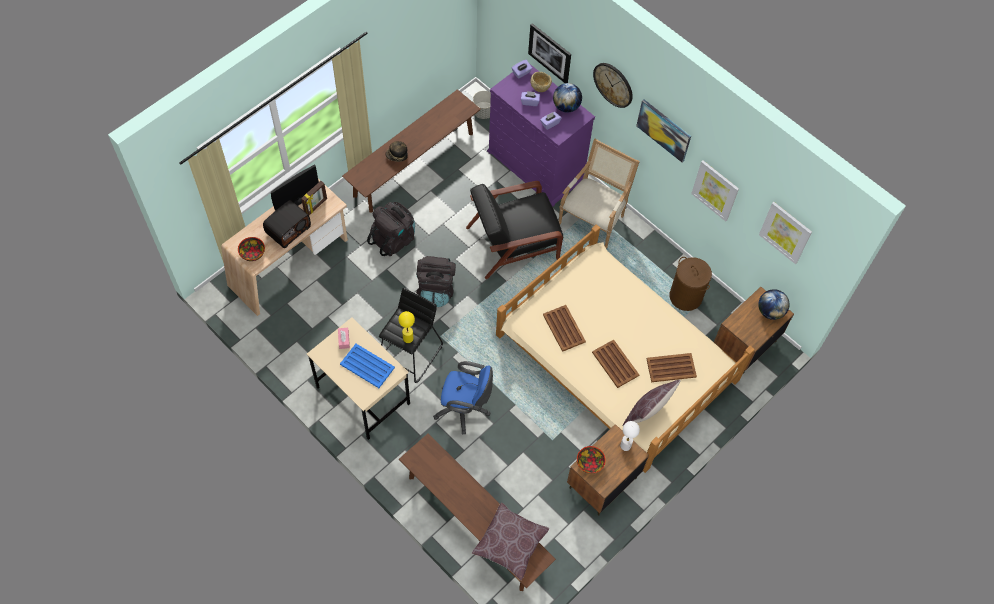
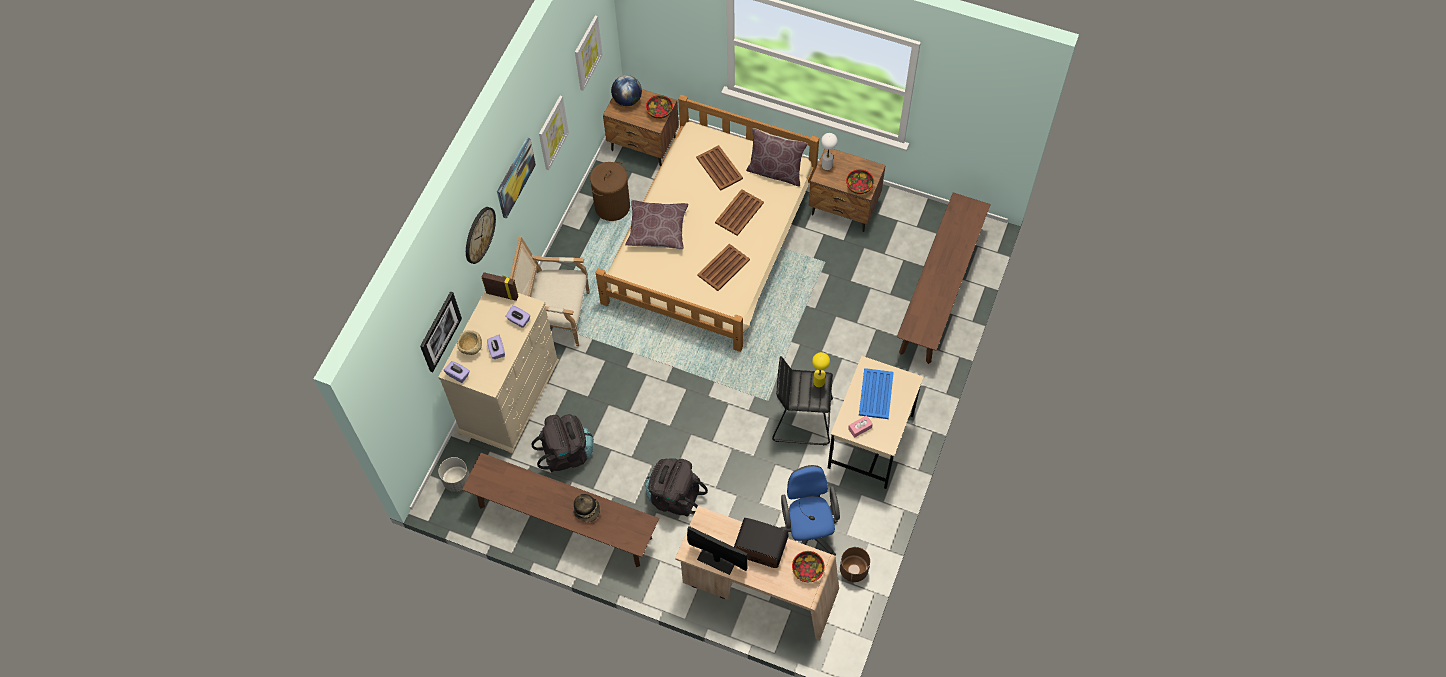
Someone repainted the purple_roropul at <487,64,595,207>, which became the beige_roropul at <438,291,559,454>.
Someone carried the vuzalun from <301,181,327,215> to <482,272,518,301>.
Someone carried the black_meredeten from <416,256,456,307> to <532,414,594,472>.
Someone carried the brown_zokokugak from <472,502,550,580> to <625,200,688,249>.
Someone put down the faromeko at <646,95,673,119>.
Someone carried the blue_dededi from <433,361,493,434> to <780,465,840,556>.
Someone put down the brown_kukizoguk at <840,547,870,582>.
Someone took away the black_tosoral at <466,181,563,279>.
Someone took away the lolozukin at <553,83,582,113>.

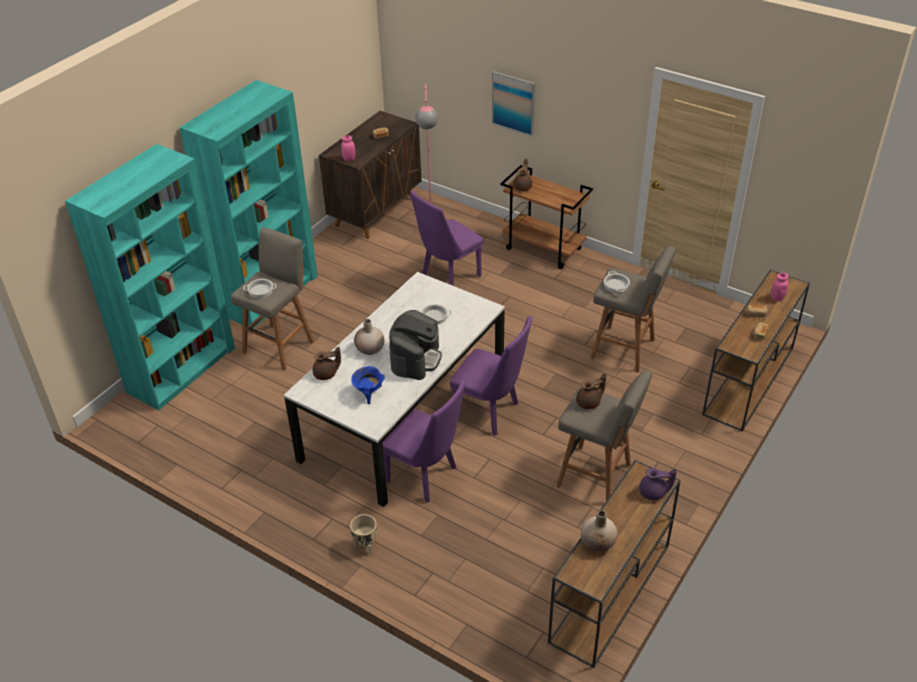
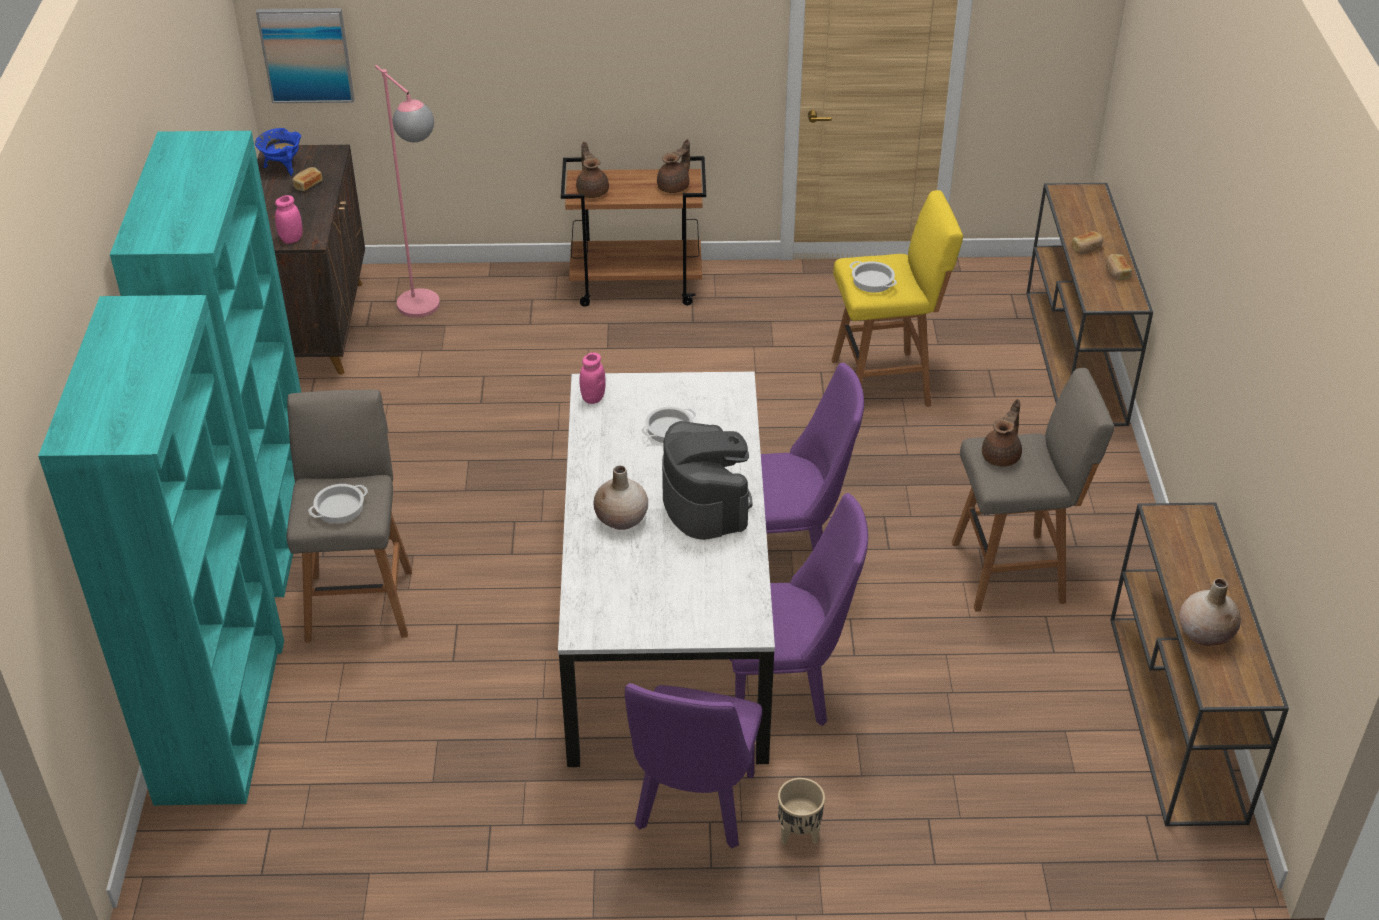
Someone carried the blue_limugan from <351,366,385,404> to <255,128,301,176>.
Someone carried the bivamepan from <492,71,535,136> to <256,8,355,103>.
Someone carried the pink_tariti from <771,273,789,301> to <579,352,606,404>.
Someone carried the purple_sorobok from <410,191,484,286> to <625,683,762,849>.
Someone carried the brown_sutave from <313,347,341,380> to <657,139,690,193>.
Someone repainted the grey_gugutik at <591,246,676,373>, which became the yellow_gugutik at <832,190,963,407>.
Someone took away the purple_sutave at <639,468,677,500>.

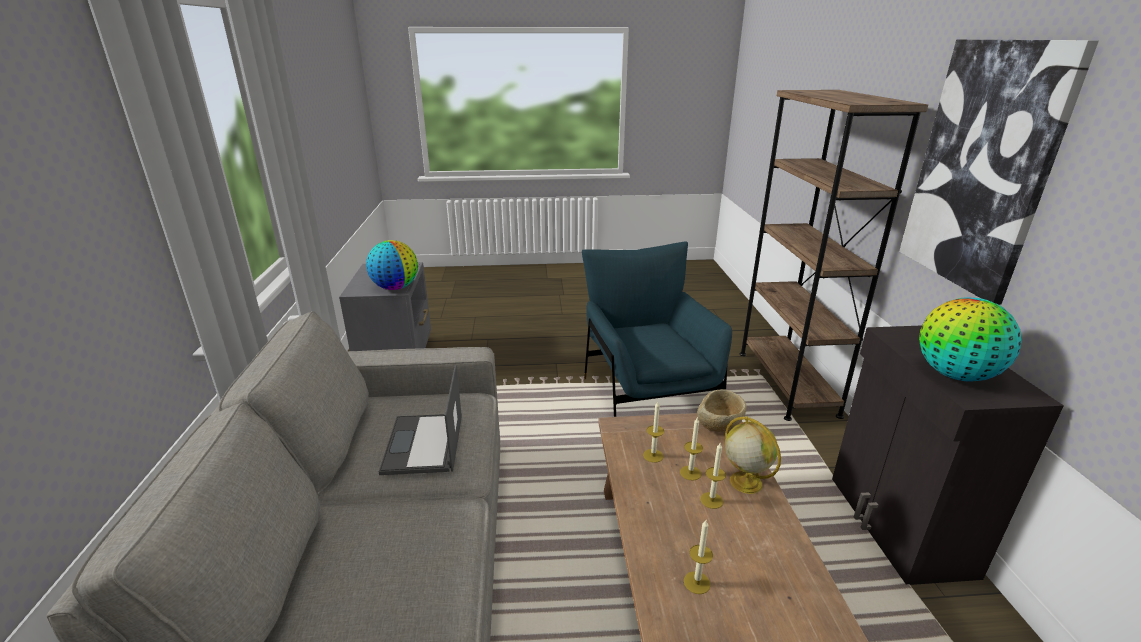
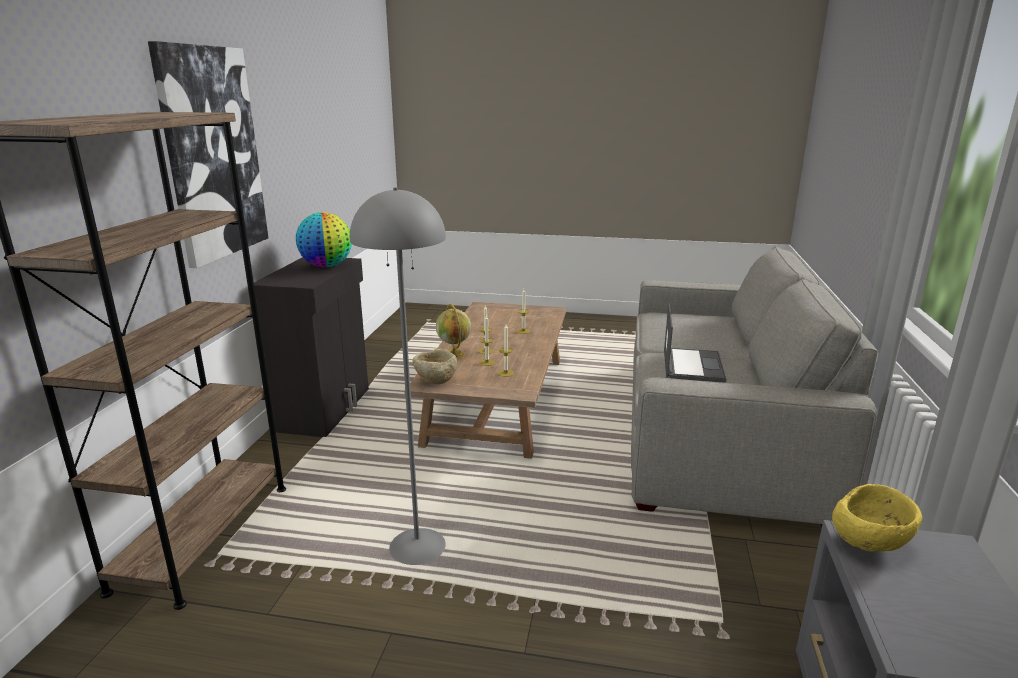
Someone swapped the blue_tosoral at <582,241,732,417> for the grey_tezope at <350,187,446,565>.
Someone swapped the lolozukin at <366,240,418,290> for the yellow_faromeko at <832,484,922,552>.

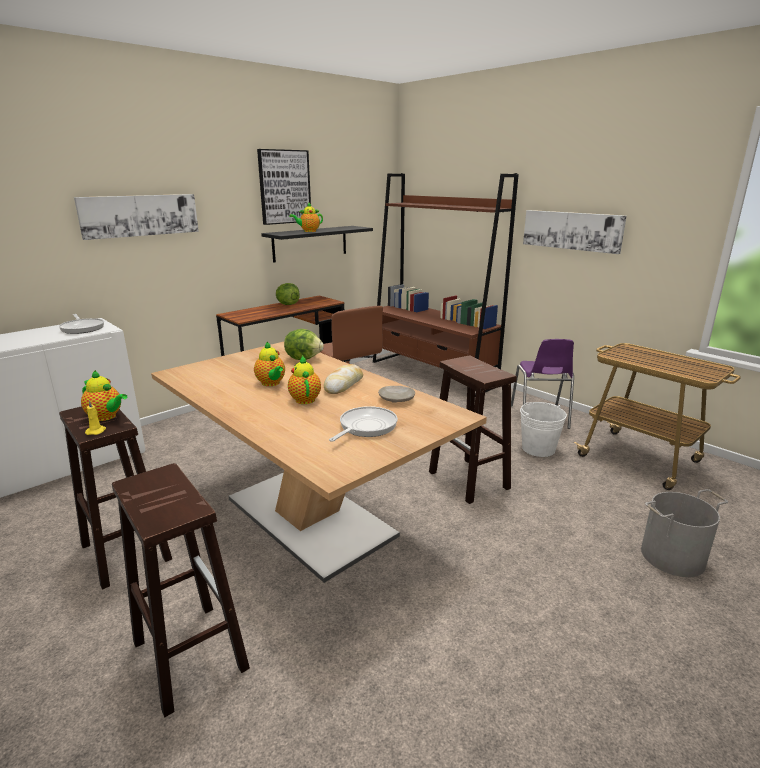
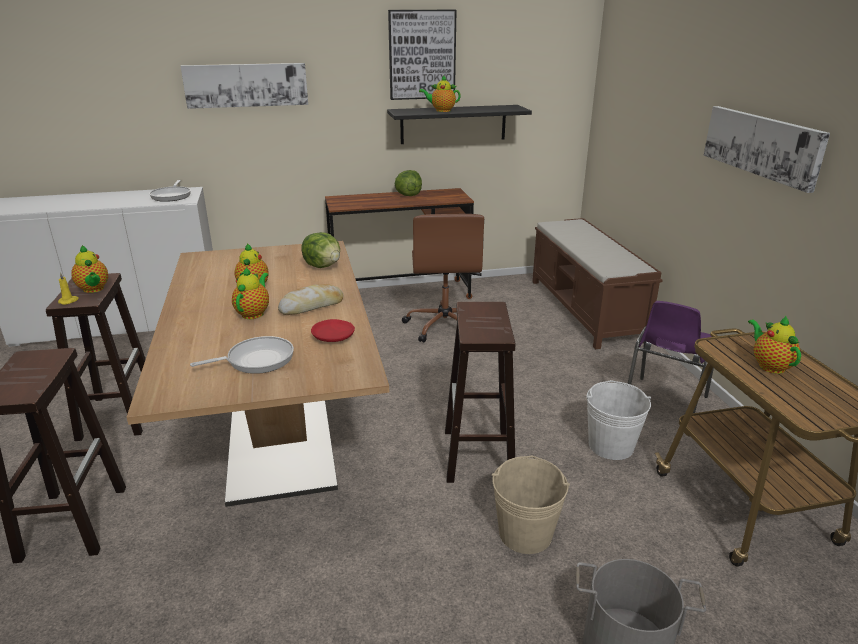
Someone repainted the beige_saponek at <378,386,415,403>, which became the red_saponek at <311,319,355,342>.
Someone put down the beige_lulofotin at <492,456,570,554>.
Someone swapped the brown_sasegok at <373,173,519,397> for the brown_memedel at <532,218,663,349>.
Someone put down the sutave at <748,315,801,374>.

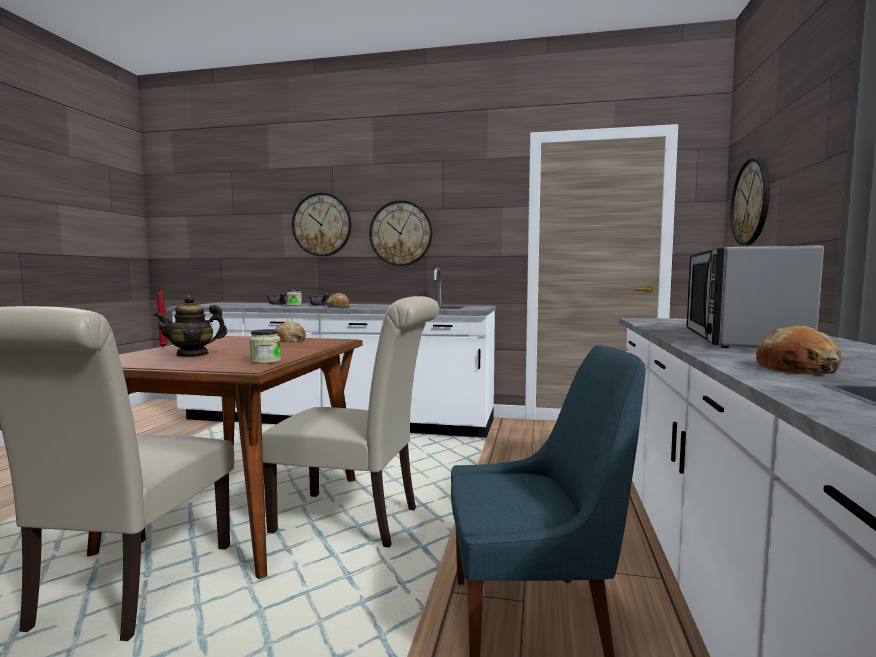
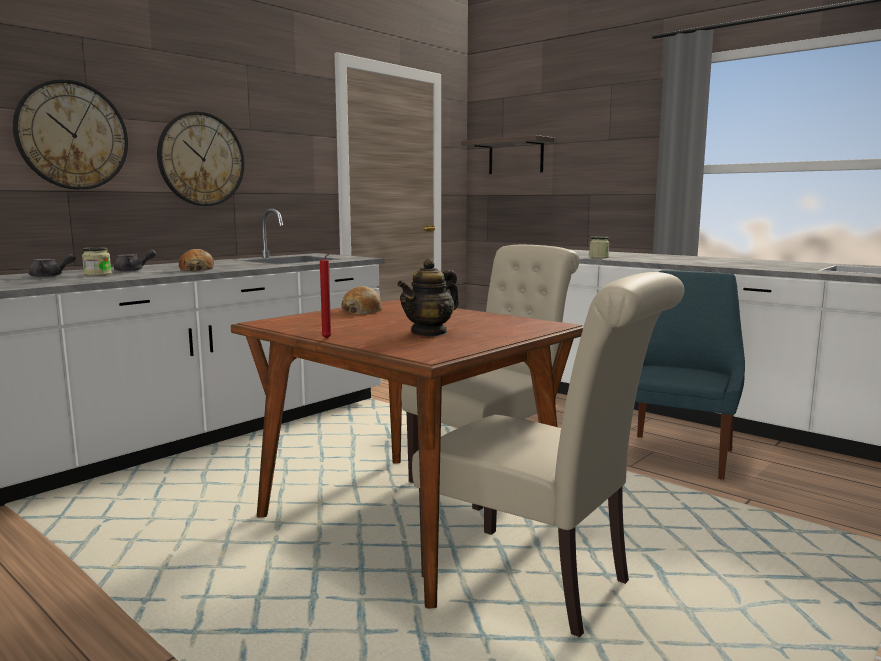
Someone rotated the sutave at <153,295,227,357> by 45 degrees clockwise.
Someone swapped the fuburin at <730,158,770,245> for the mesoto at <461,135,555,174>.
Someone carried the tariti from <249,329,281,364> to <589,237,609,258>.
Someone took away the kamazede at <686,245,824,348>.
Someone took away the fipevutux at <756,326,842,374>.

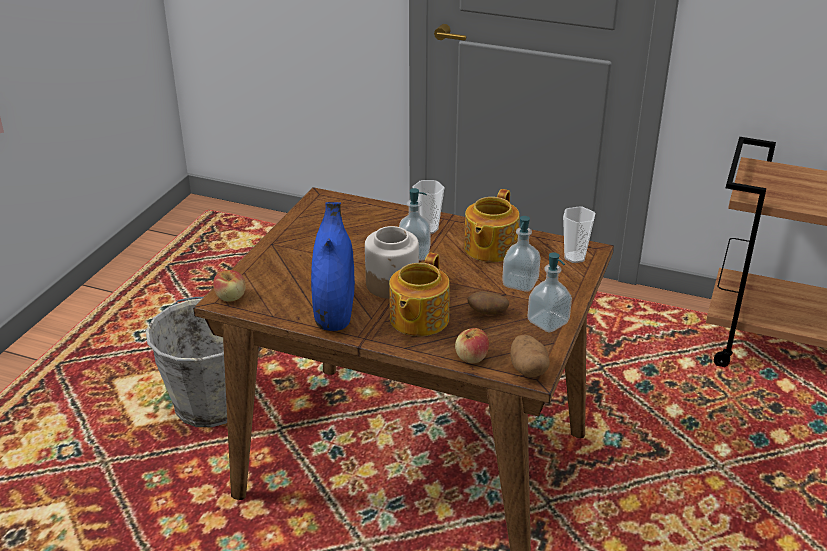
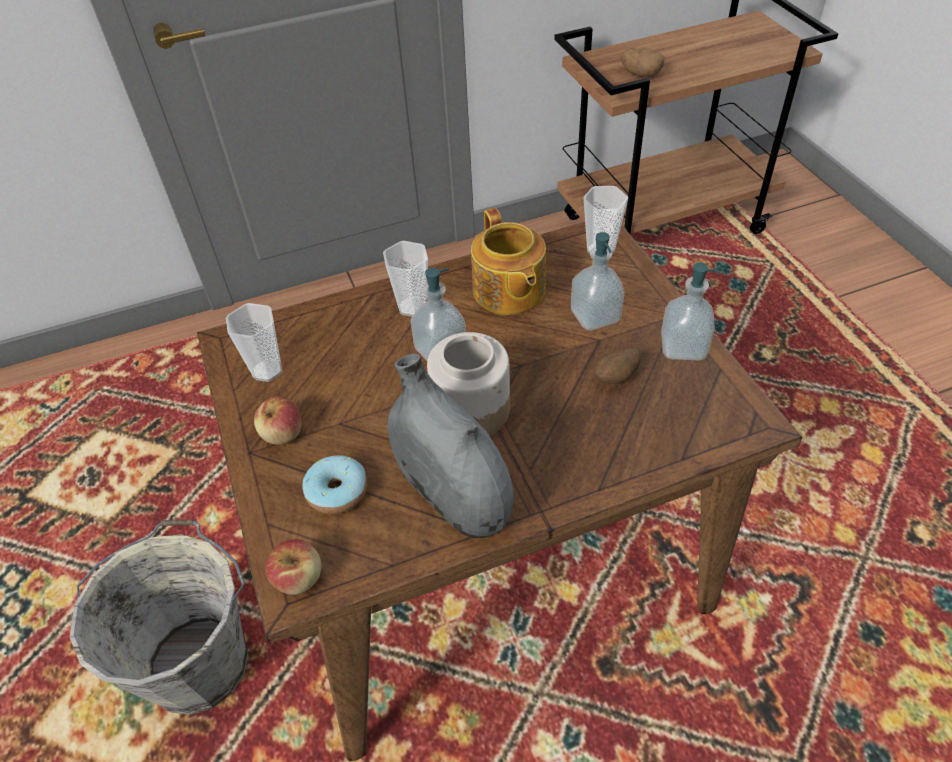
Someone put down the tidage at <226,303,282,382>.
Someone carried the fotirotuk from <455,328,489,363> to <254,396,302,445>.
Someone put down the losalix at <302,455,367,514>.
Someone repainted the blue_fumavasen at <311,202,355,331>, which became the grey_fumavasen at <388,354,514,538>.
Someone carried the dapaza from <510,335,550,378> to <621,48,665,77>.
Someone took away the sutave at <389,253,450,336>.

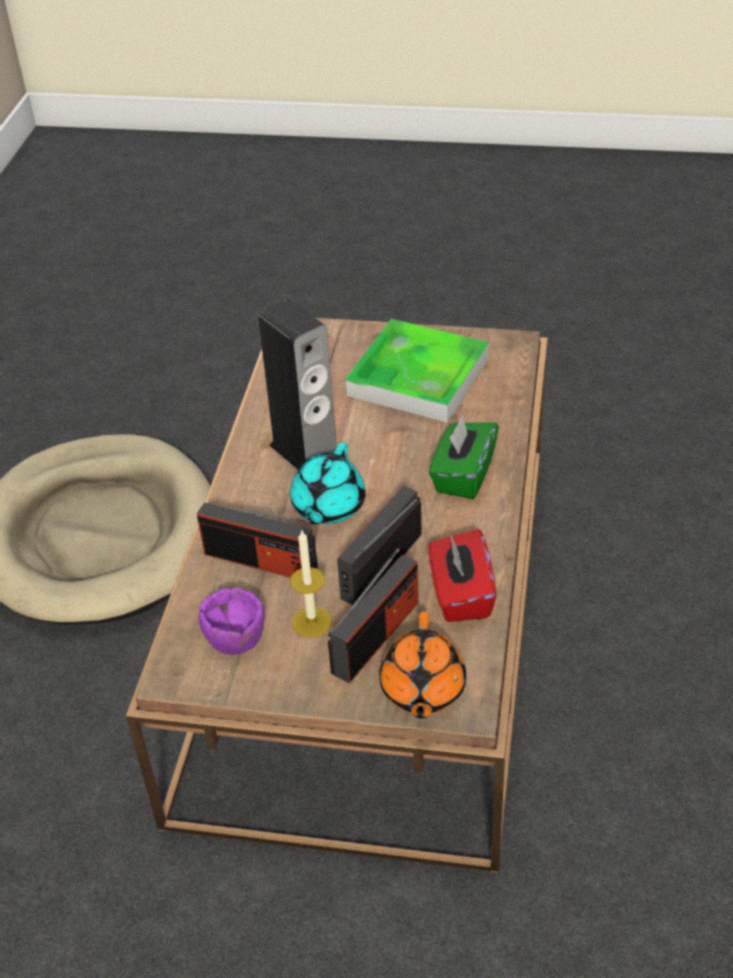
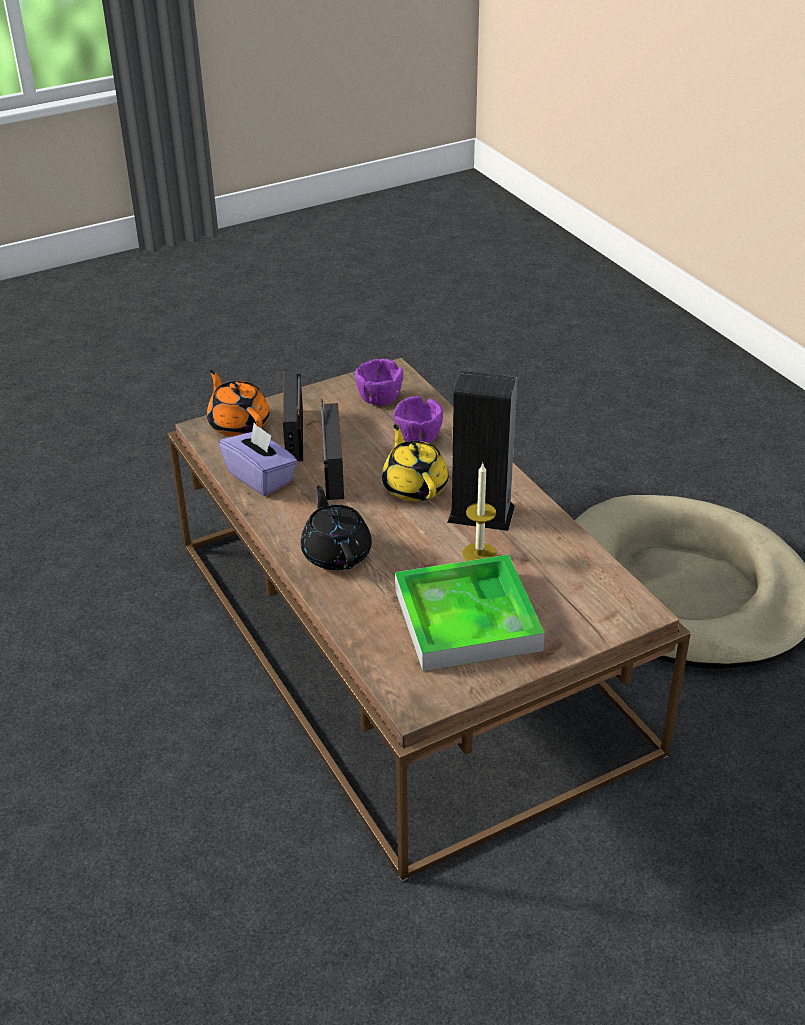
Someone repainted the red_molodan at <429,529,496,622>, which became the purple_molodan at <219,423,298,496>.
Someone swapped the green_molodan at <429,417,499,499> for the black_sutave at <301,486,372,570>.
Someone repainted the turquoise_sutave at <290,442,366,524>, which became the yellow_sutave at <382,424,448,502>.
Someone swapped the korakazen at <197,502,318,578> for the purple_faromeko at <393,396,443,443>.
Someone carried the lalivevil from <290,531,332,638> to <462,463,497,561>.

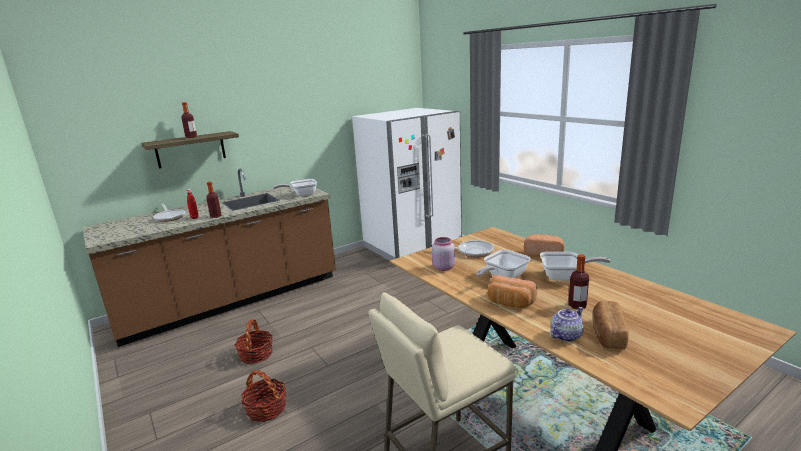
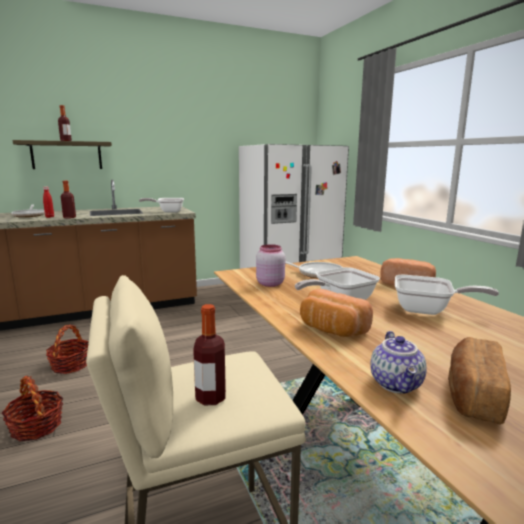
Someone carried the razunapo from <568,254,589,309> to <193,304,226,406>.
Someone rotated the sutave at <551,307,584,342> by 120 degrees clockwise.

